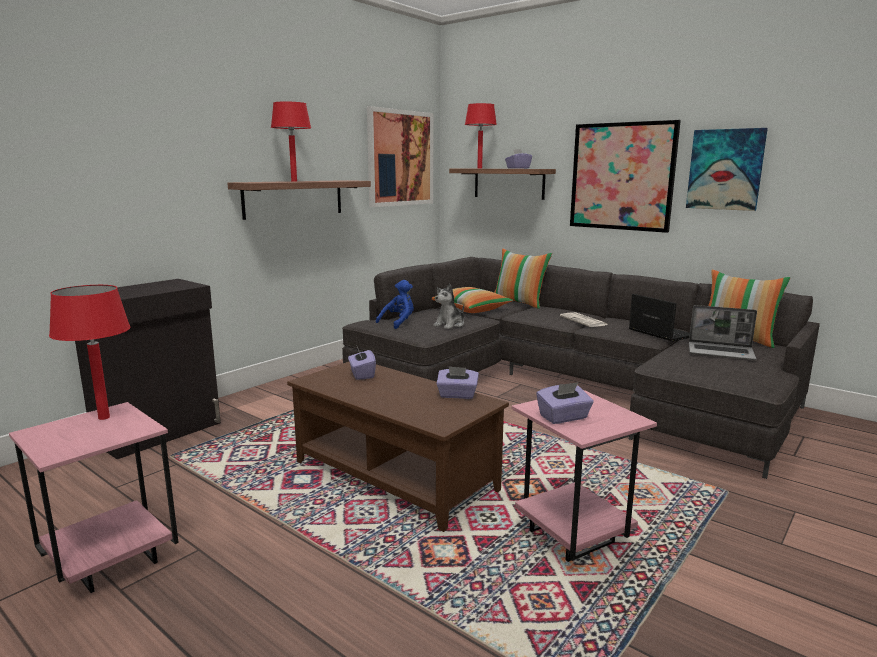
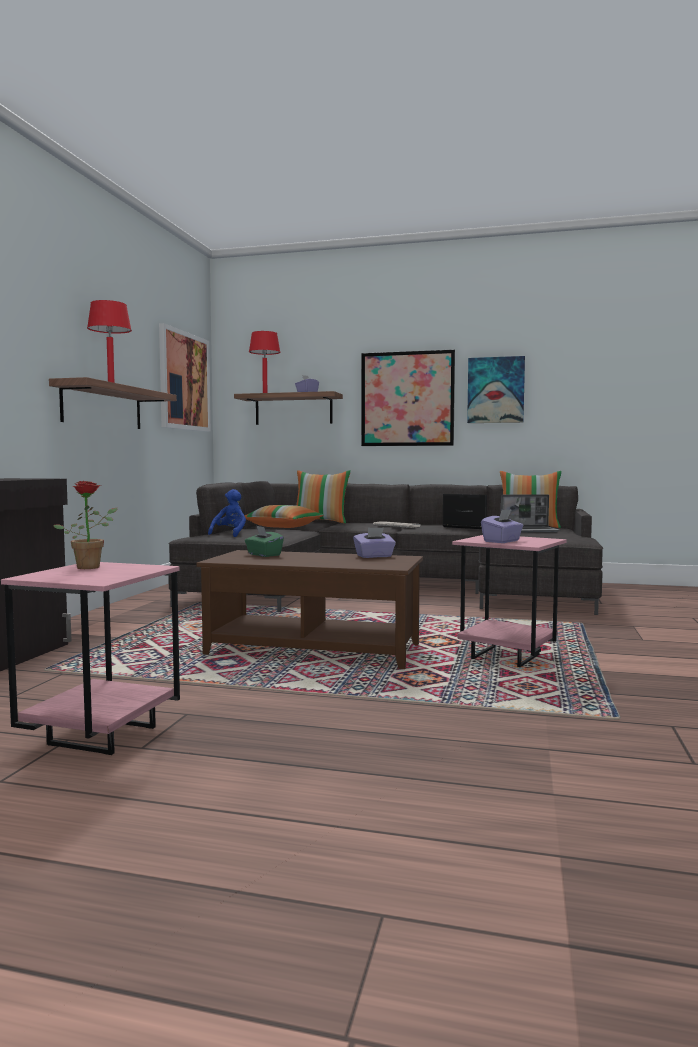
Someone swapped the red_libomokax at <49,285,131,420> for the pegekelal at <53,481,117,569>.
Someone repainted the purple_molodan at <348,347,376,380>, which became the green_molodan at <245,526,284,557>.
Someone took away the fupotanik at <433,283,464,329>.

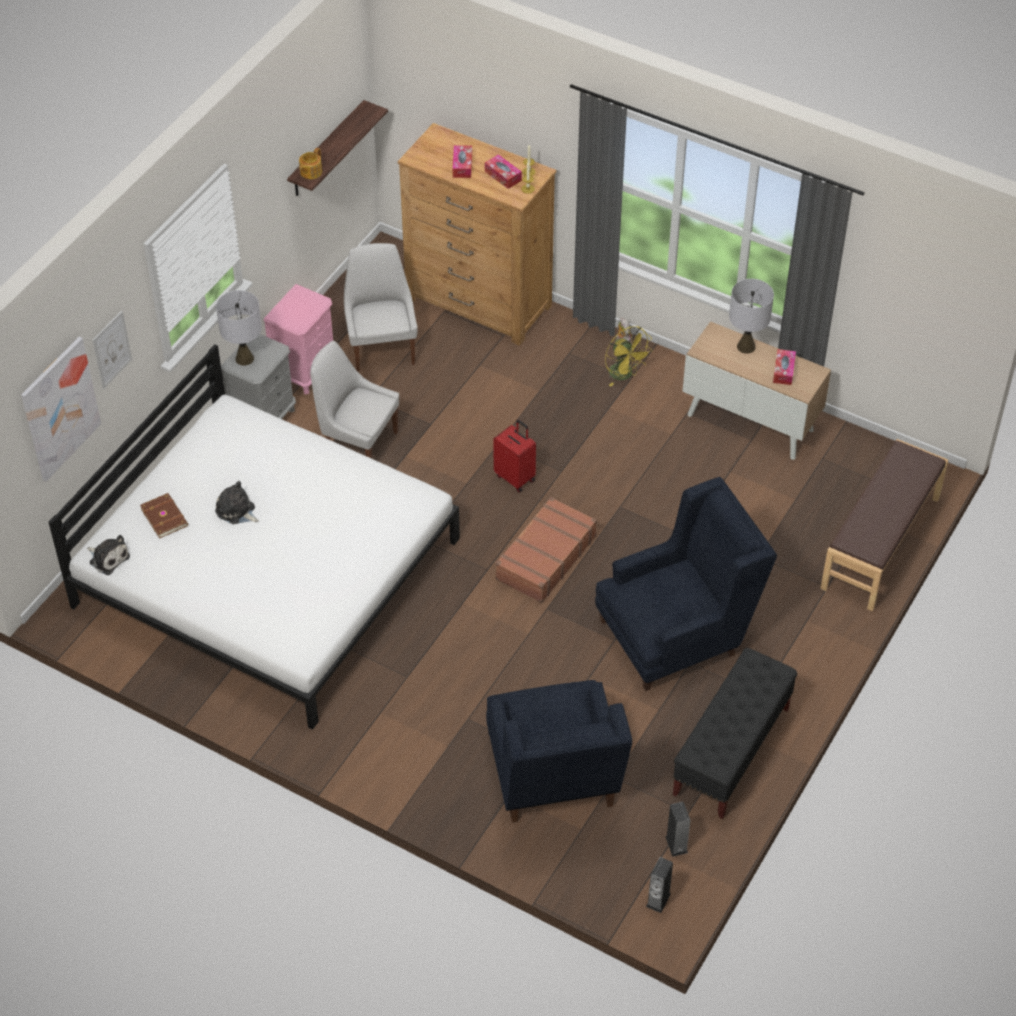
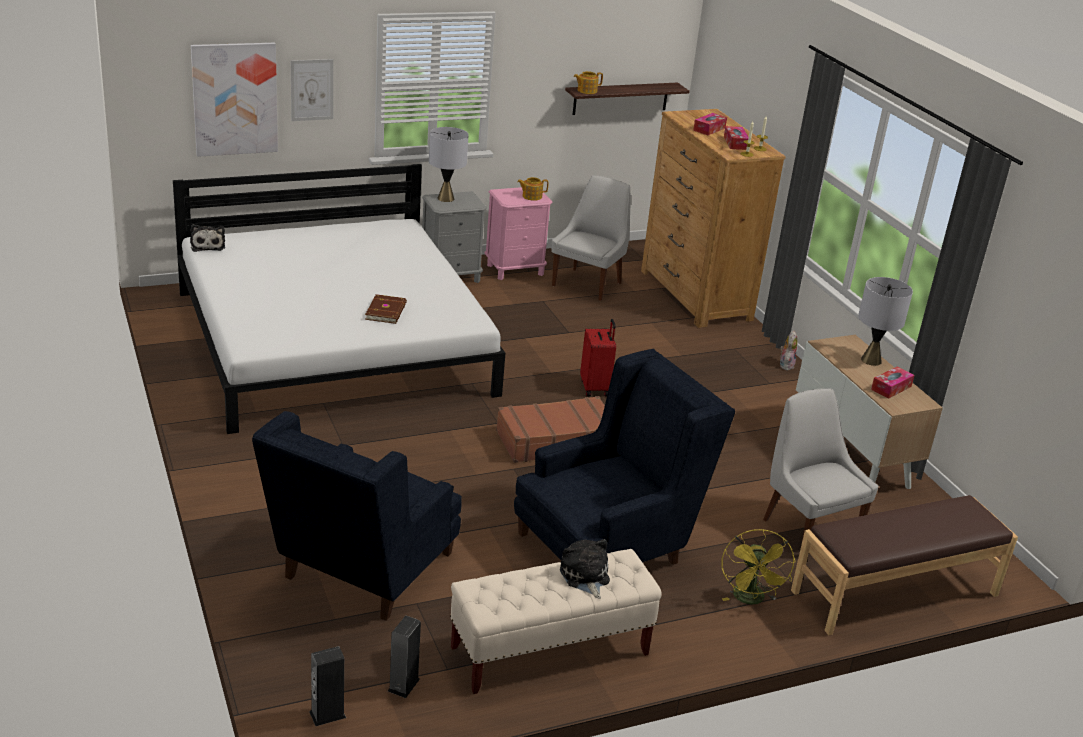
Someone carried the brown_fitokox from <140,493,188,539> to <365,294,407,324>.
Someone repainted the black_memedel at <673,648,797,819>, which became the beige_memedel at <450,549,662,694>.
Someone rotated the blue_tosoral at <595,477,777,691> by 45 degrees counterclockwise.
Someone put down the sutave at <517,177,549,201>.
Someone carried the fupotanik from <215,481,259,524> to <560,539,610,599>.
Someone carried the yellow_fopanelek from <605,326,653,387> to <722,529,795,605>.
Someone carried the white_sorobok from <310,341,399,458> to <763,388,879,545>.

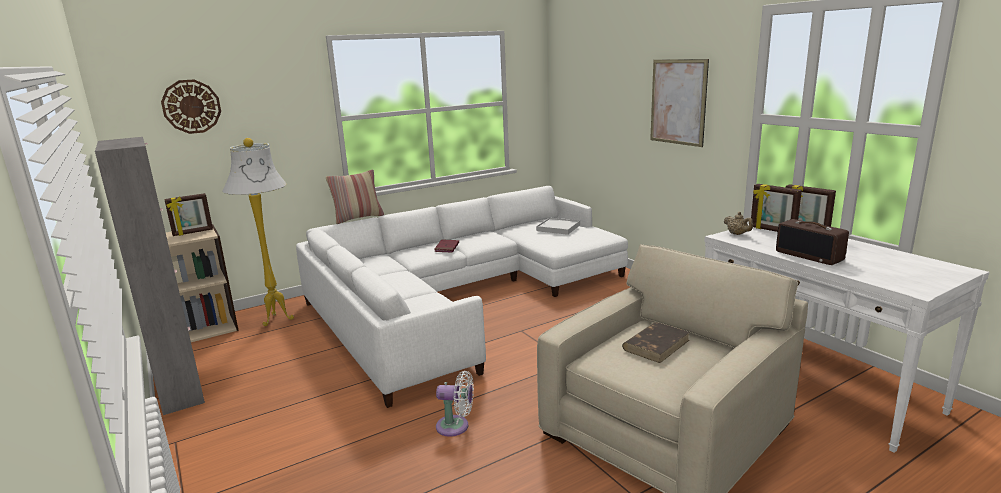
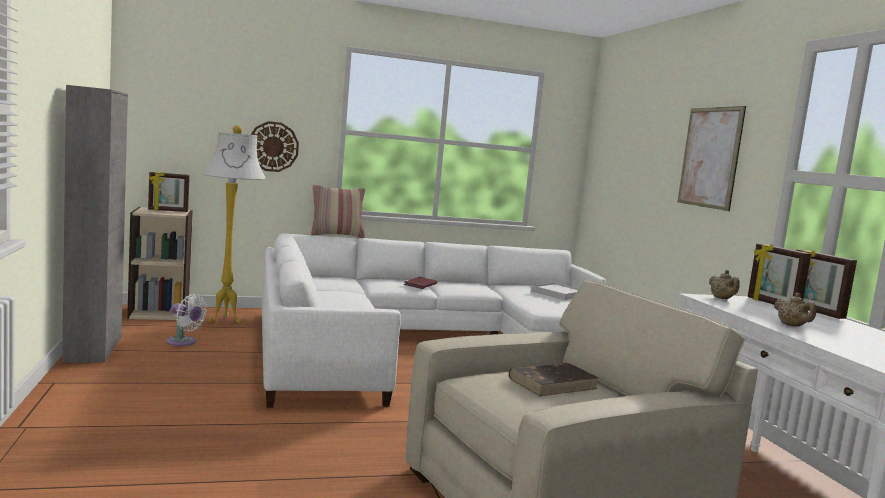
Someone carried the white_fopanelek from <436,371,474,437> to <166,294,207,346>.
Someone carried the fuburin from <161,80,221,134> to <251,121,299,172>.
Someone swapped the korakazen at <776,219,849,265> for the beige_sutave at <774,293,817,327>.

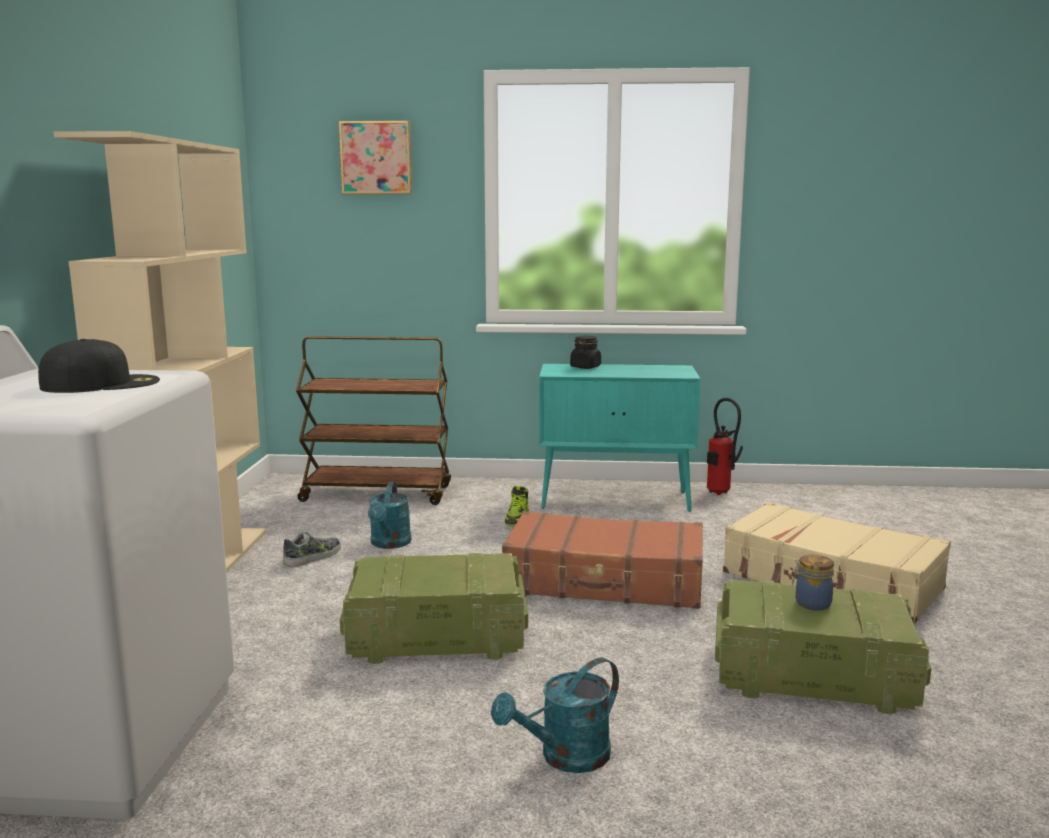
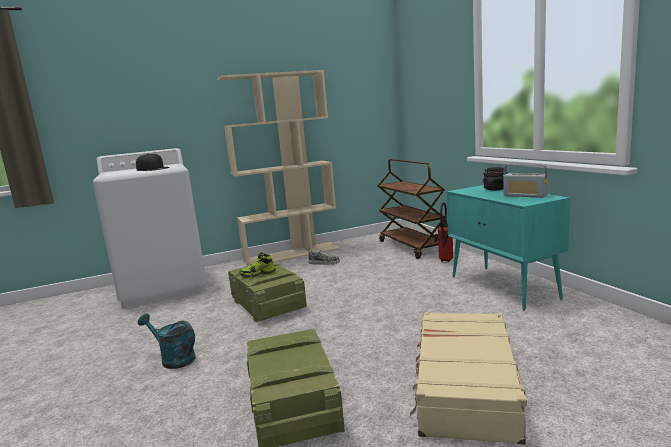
Someone carried the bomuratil from <505,486,529,526> to <239,252,276,278>.
Someone carried the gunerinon from <707,398,743,495> to <434,202,453,262>.
Someone put down the korakazen at <503,164,548,198>.
Someone took away the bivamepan at <339,121,412,194>.
Someone took away the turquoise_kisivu at <368,482,412,549>.
Someone took away the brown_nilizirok at <502,511,703,609>.
Someone took away the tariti at <792,555,834,610>.

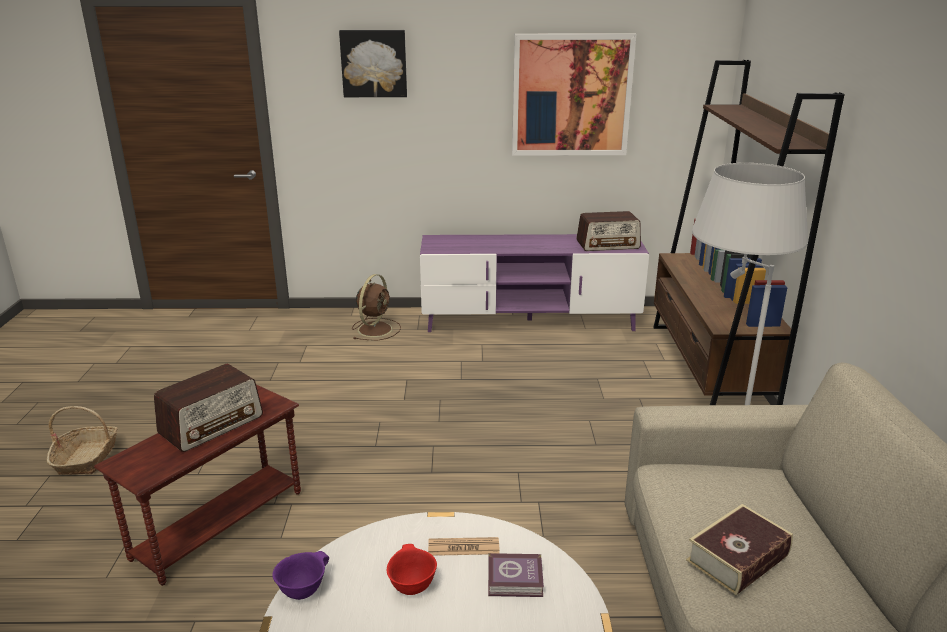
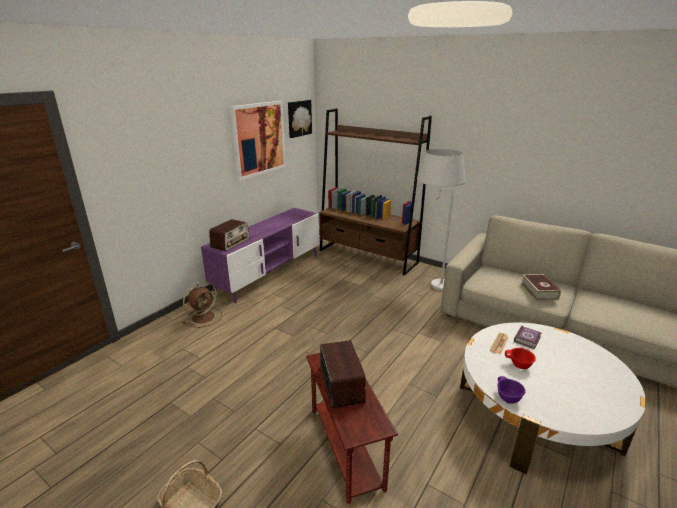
Someone rotated the brown_fopanelek at <352,274,401,340> by 75 degrees clockwise.
Someone carried the korakazen from <576,211,641,251> to <209,219,250,251>.
Someone carried the bivamepan from <339,30,407,97> to <288,100,312,138>.

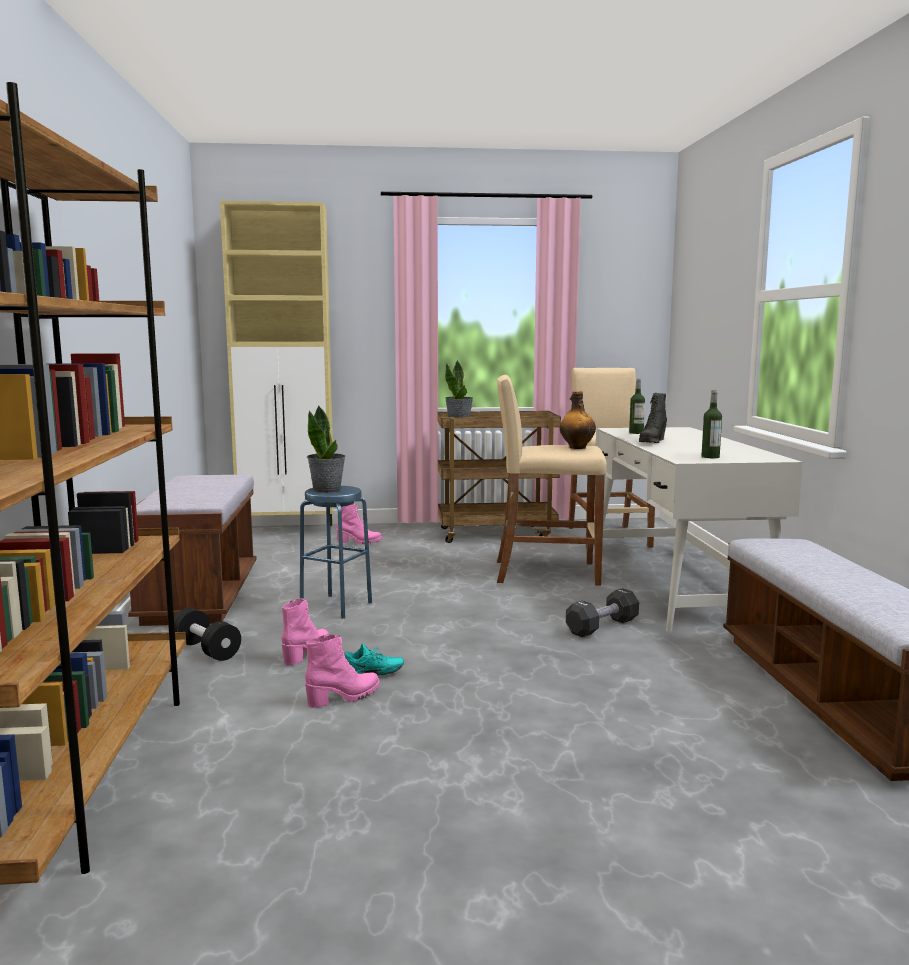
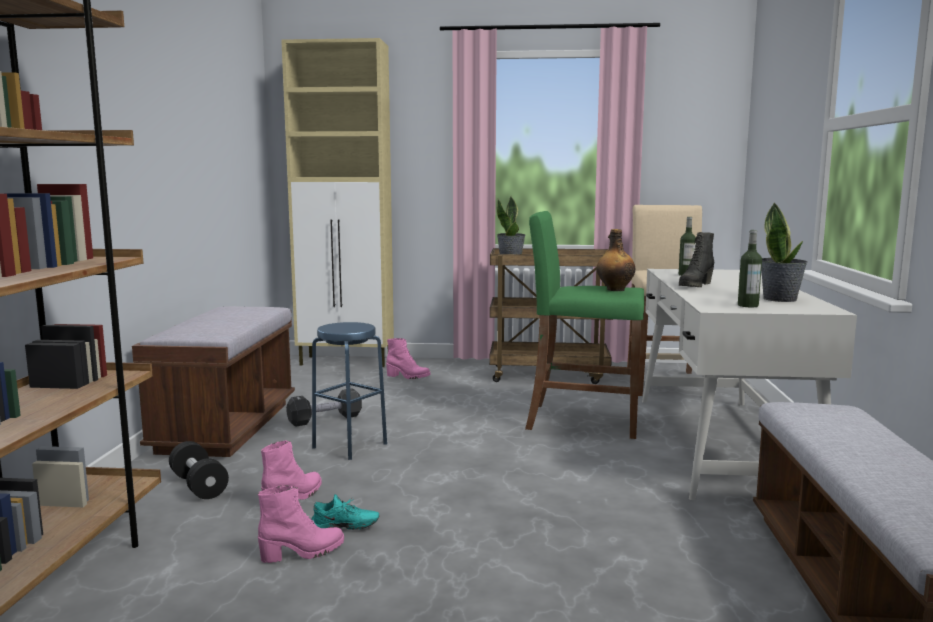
Someone carried the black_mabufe from <566,588,639,637> to <286,388,362,427>.
Someone repainted the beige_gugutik at <497,375,607,586>, which became the green_gugutik at <525,211,644,439>.
Someone carried the pegekelal from <307,405,346,493> to <761,203,808,302>.

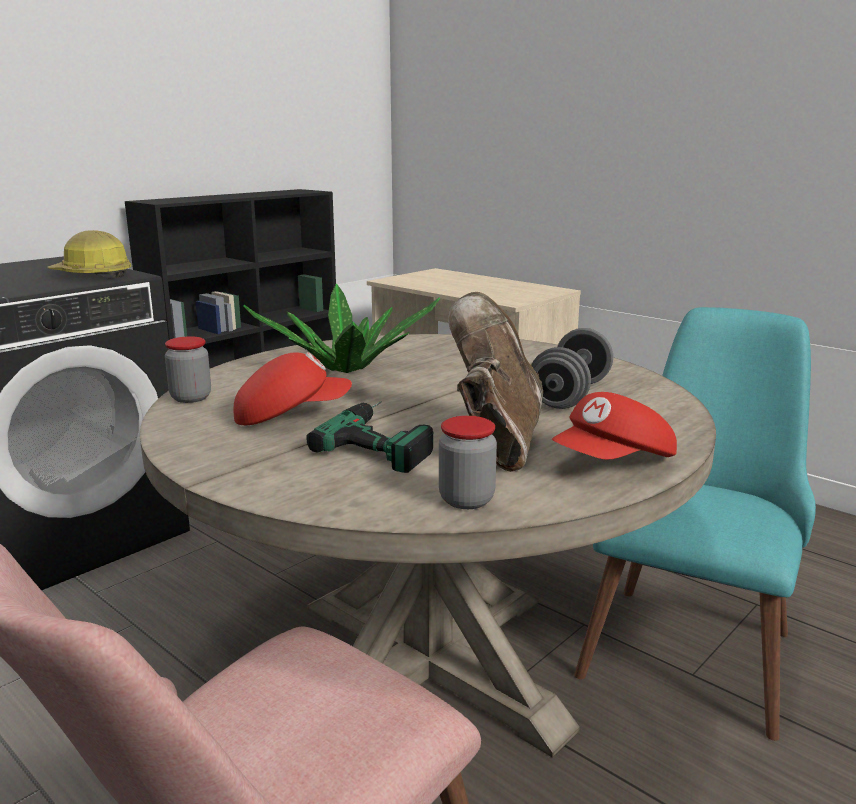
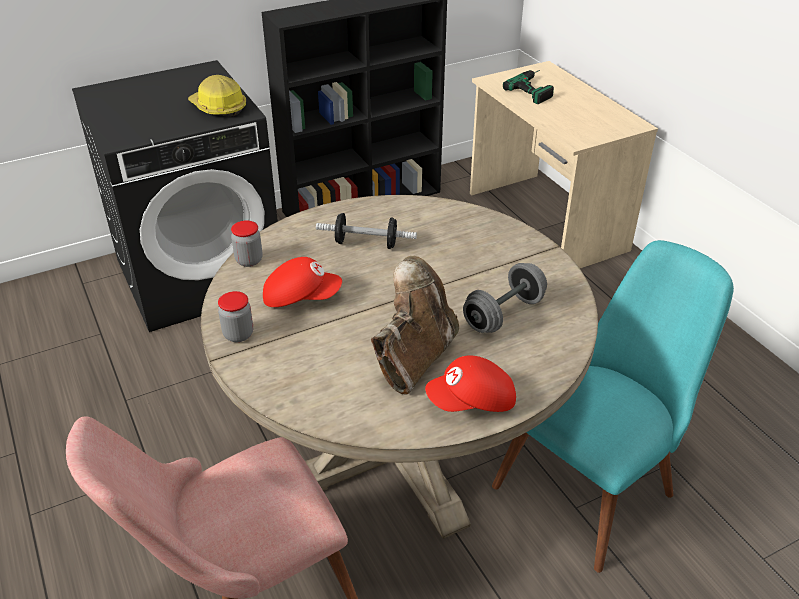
Someone carried the tariti from <439,416,497,509> to <218,291,253,342>.
Someone swapped the pegekelal at <243,283,440,373> for the mabufe at <316,213,417,249>.
Someone carried the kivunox from <306,401,433,473> to <503,70,554,104>.

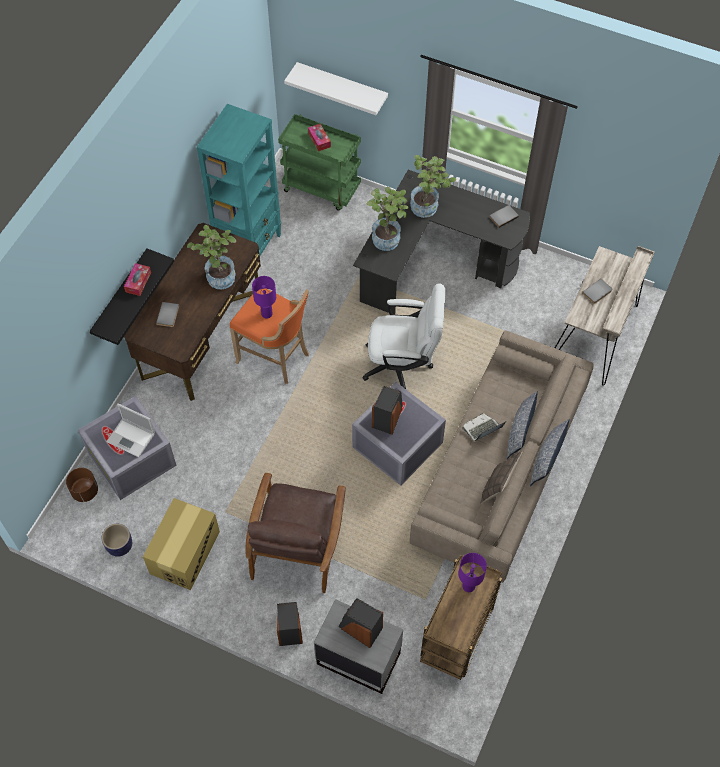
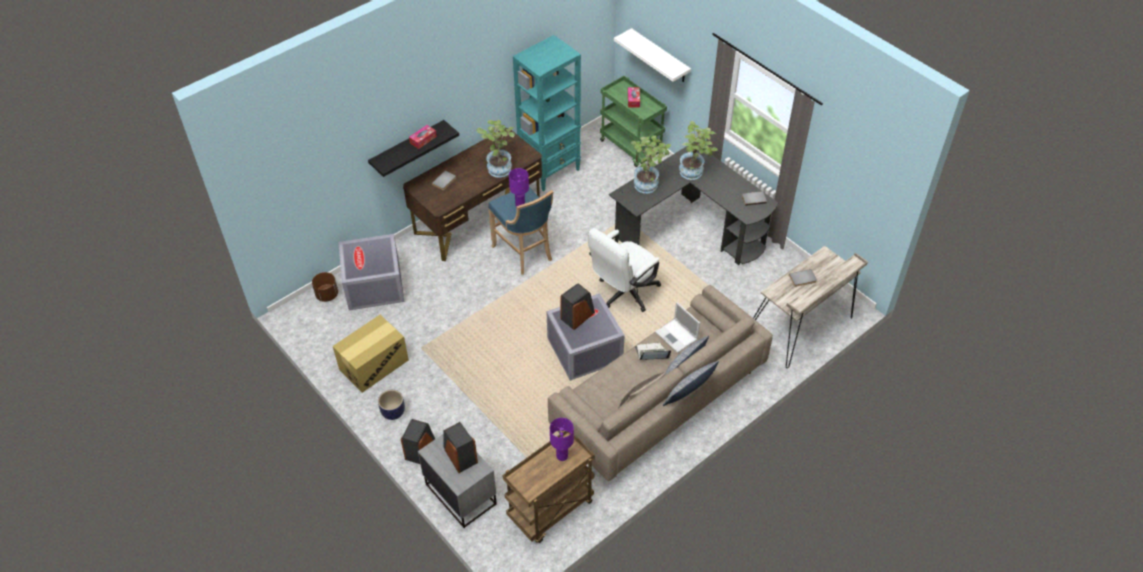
Someone carried the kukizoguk from <102,524,132,557> to <378,390,405,420>.
Someone repainted the orange_gugutik at <230,289,309,384>, which became the blue_gugutik at <488,187,553,275>.
Someone rotated the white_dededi at <362,283,445,389> by 105 degrees clockwise.
Someone carried the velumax from <106,403,155,457> to <655,302,700,353>.
Someone took away the brown_tosoral at <245,473,346,593>.

